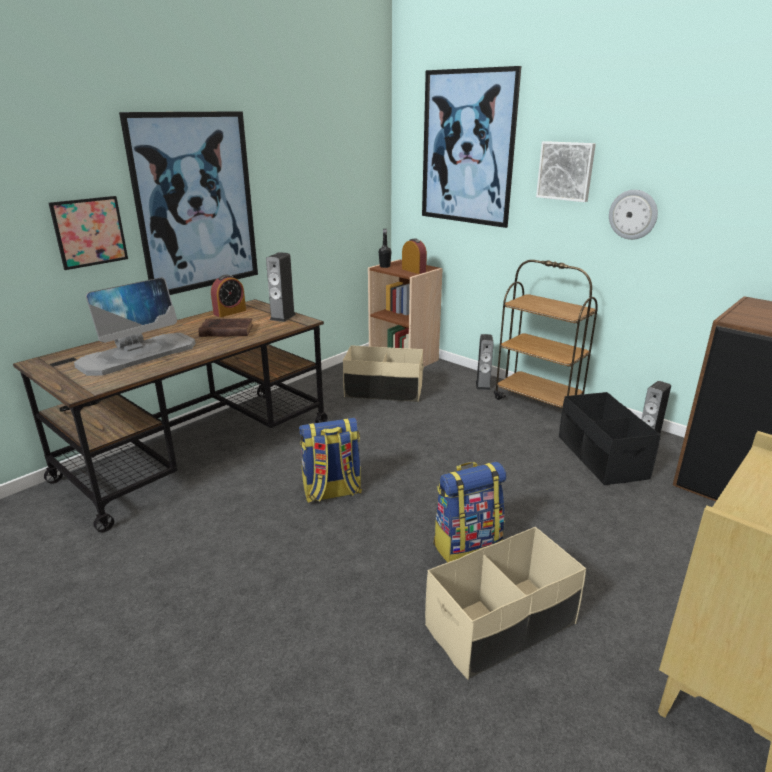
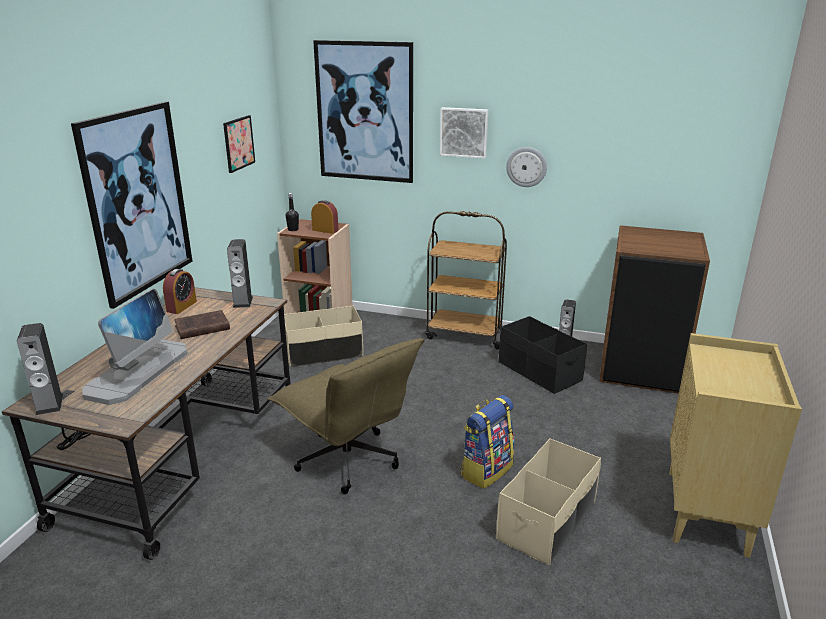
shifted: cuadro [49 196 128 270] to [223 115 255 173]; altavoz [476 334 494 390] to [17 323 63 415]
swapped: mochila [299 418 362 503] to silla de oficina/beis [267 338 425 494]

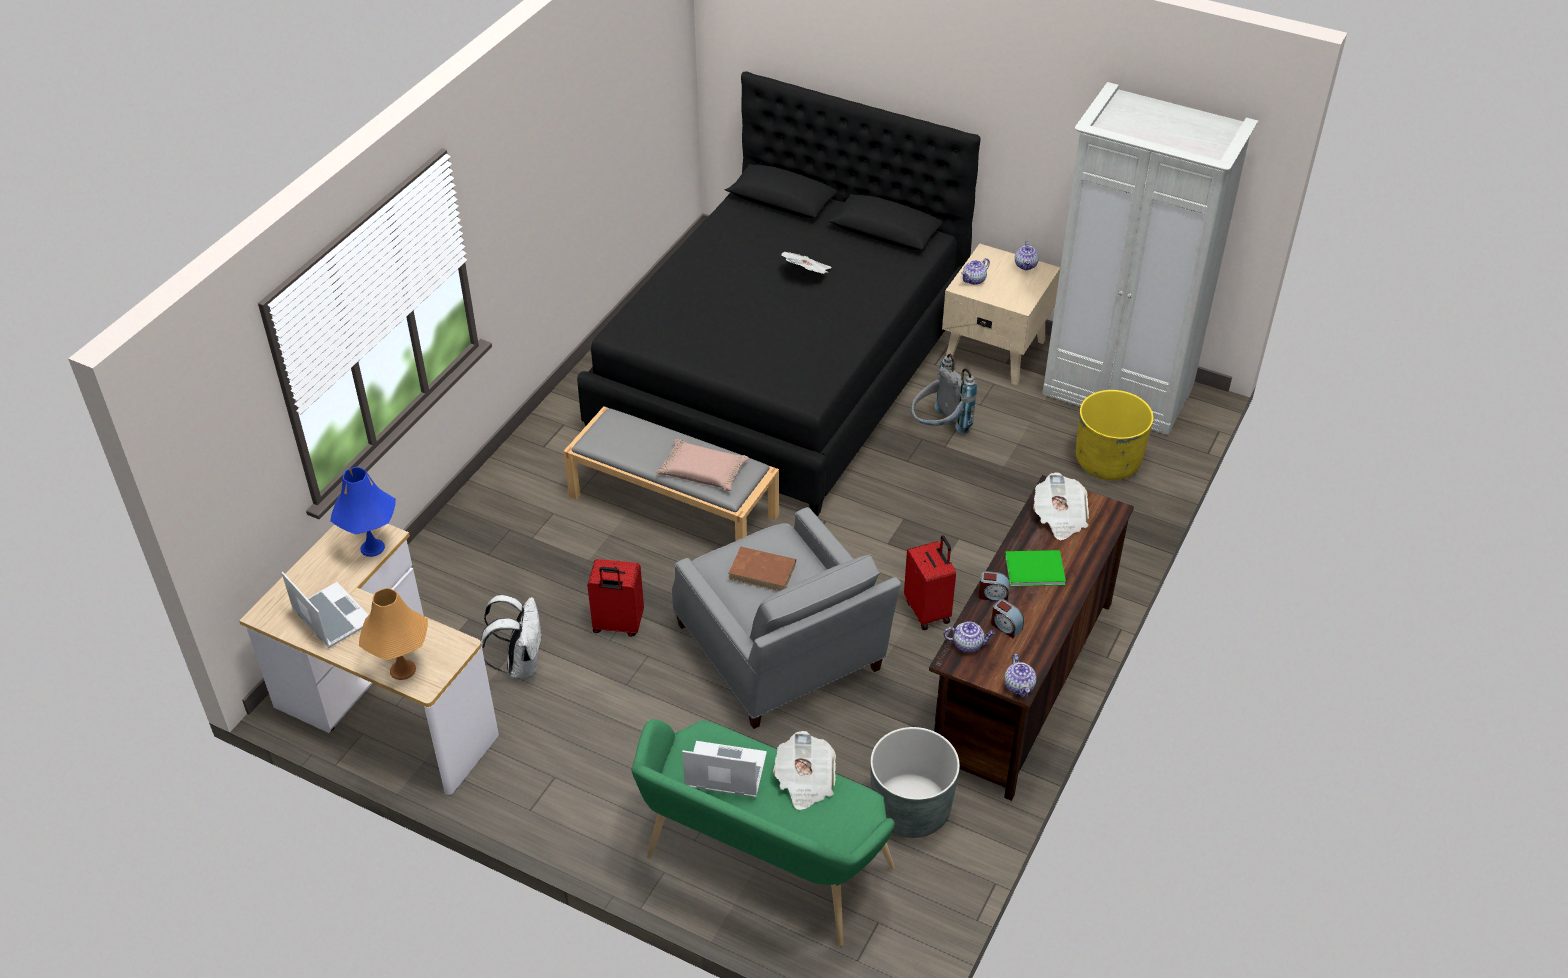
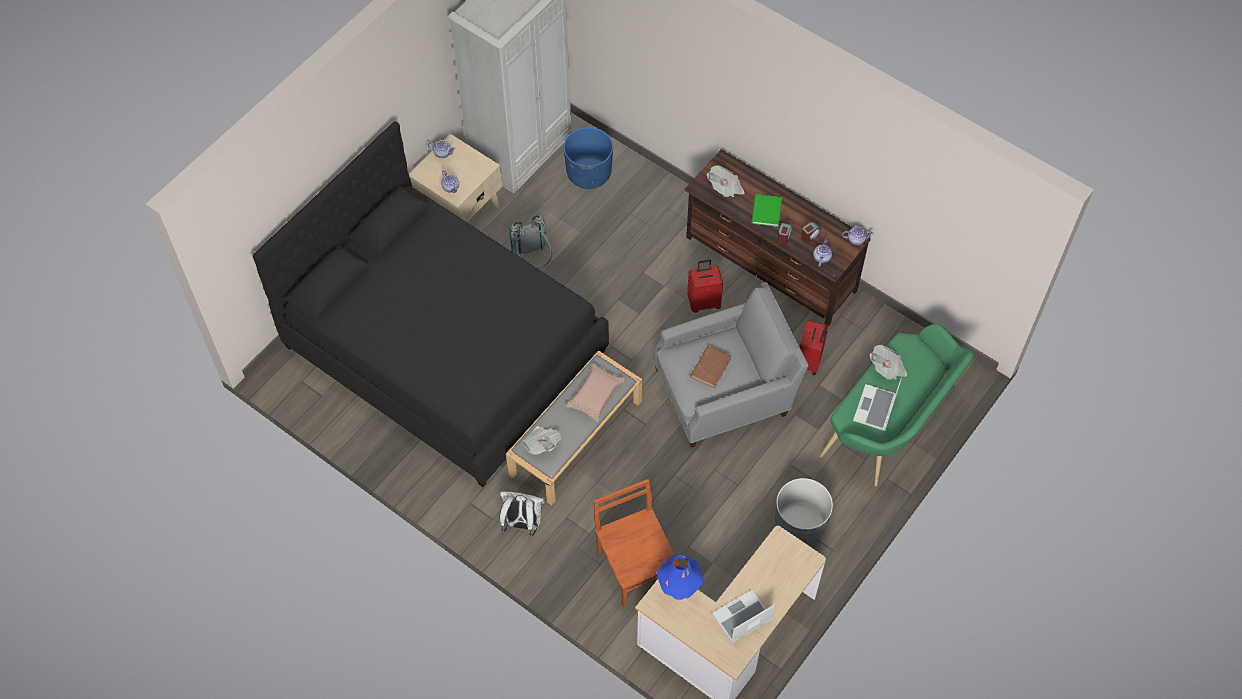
gone: lámpara de mesa/naranja [359 588 428 680]
new: silla/marrón [594 479 680 608]
shifted: periódico [781 252 832 274] to [522 426 561 455]; maleta/rojo [587 559 644 637] to [800 320 829 375]; mochila/blanco [481 595 543 678] to [500 491 545 536]; maceta/gris [870 727 960 838] to [775 478 833 545]
repainted: maceta/amarillo [1076 390 1153 480] to maceta/azul [564 127 613 189]

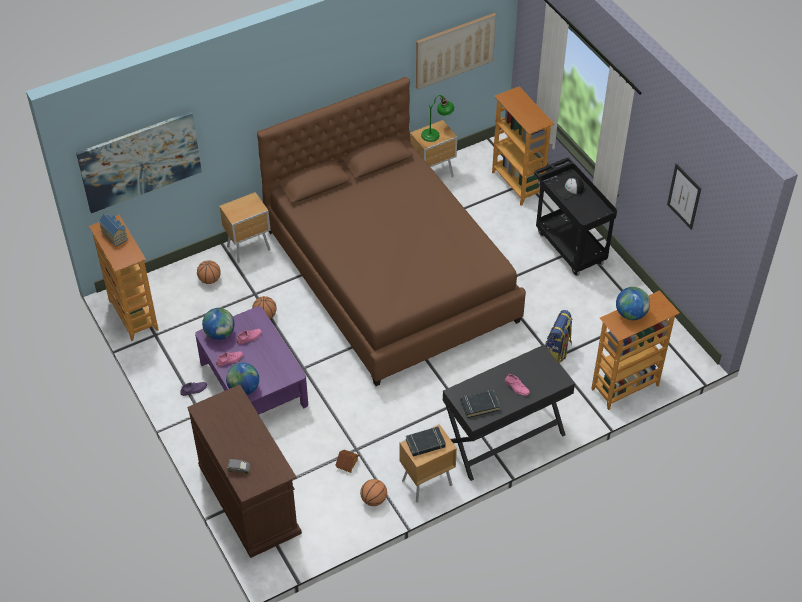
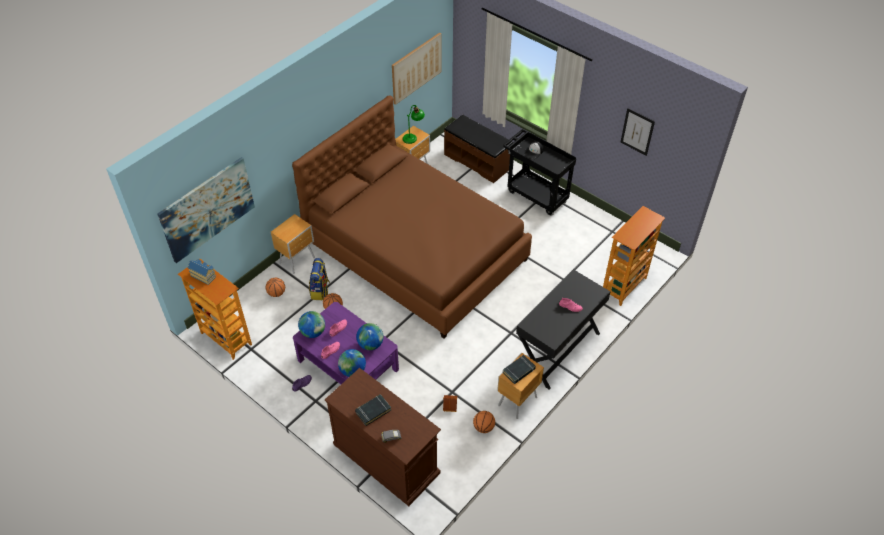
shifted: globo terráqueo [616 287 650 320] to [356 323 384 350]; mochila [545 310 573 363] to [309 258 330 300]; libro/negro [461 390 500 418] to [355 394 391 426]
swapped: estantería [492 86 554 206] to banco/marrón [444 114 513 183]

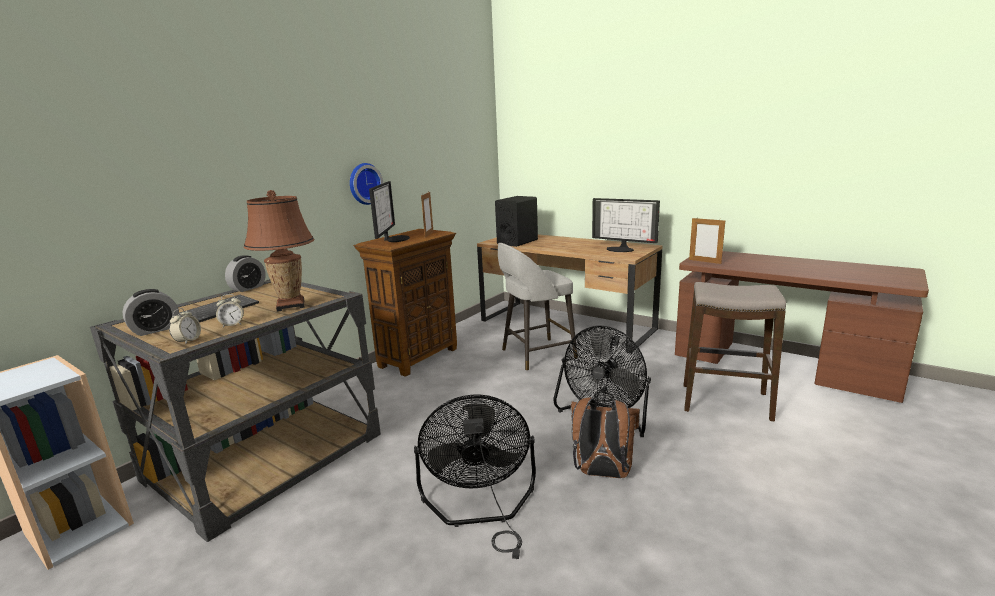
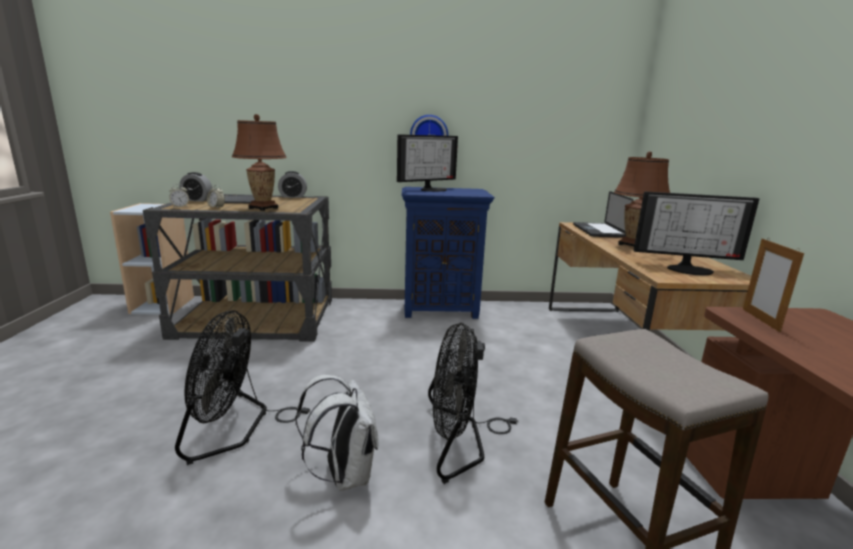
gone: portarretratos [421 191 433 238]; taburete/gris [498 243 577 371]
new: lámpara de mesa/marrón [614 151 670 246]
swapped: altavoz/negro [495 196 538 247] to portátil [573 191 633 238]
repainted: armario/marrón [353 229 457 377] to armario/azul [402 187 495 319]; mochila/marrón [571 397 640 478] to mochila/blanco [295 375 379 491]
rotated: monitor [592 198 660 252] = [633 191 759 275] 75 degrees counterclockwise; ventilador/negro [414 395 536 559] = [175 310 310 465] 135 degrees counterclockwise

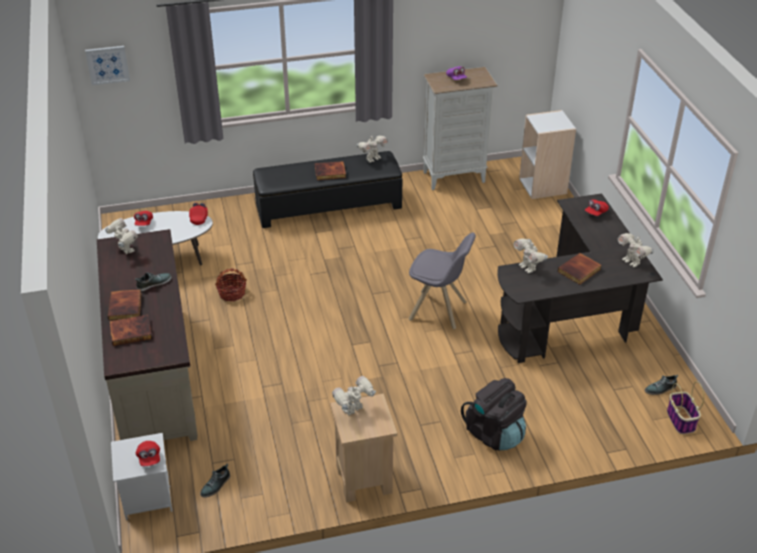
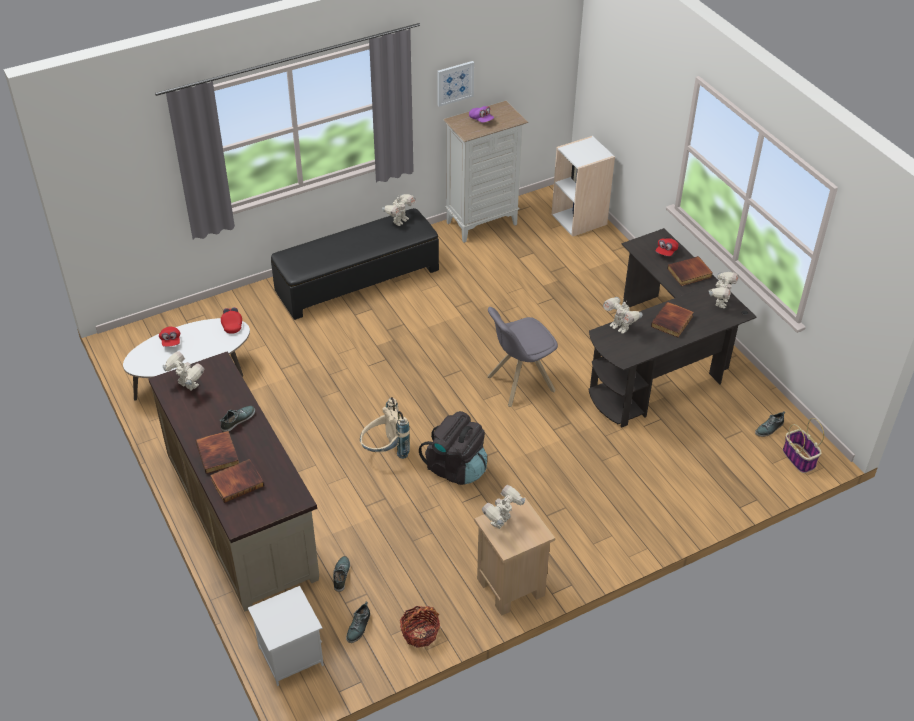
gone: gorra/rojo [136 441 160 466]
new: mochila/beis [360 397 410 459]; zapato [333 556 350 592]
shifted: cuadro [85 46 130 85] to [437 61 474 107]; libro [315 161 346 180] to [667 256 713 286]; cesta [215 268 247 301] to [400 606 440 648]; mochila/negro [461 378 526 450] to [419 411 487 485]
rotated: silla/gris [408 232 476 329] = [487 307 558 407] 150 degrees clockwise; robot de juguete [618 233 654 267] = [709 272 739 308] 105 degrees counterclockwise

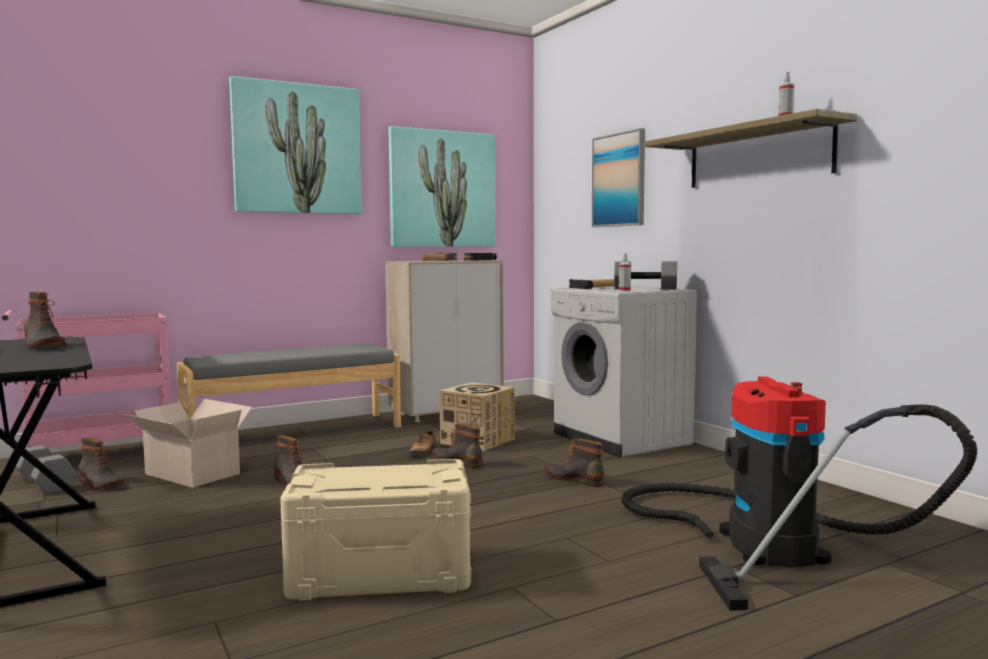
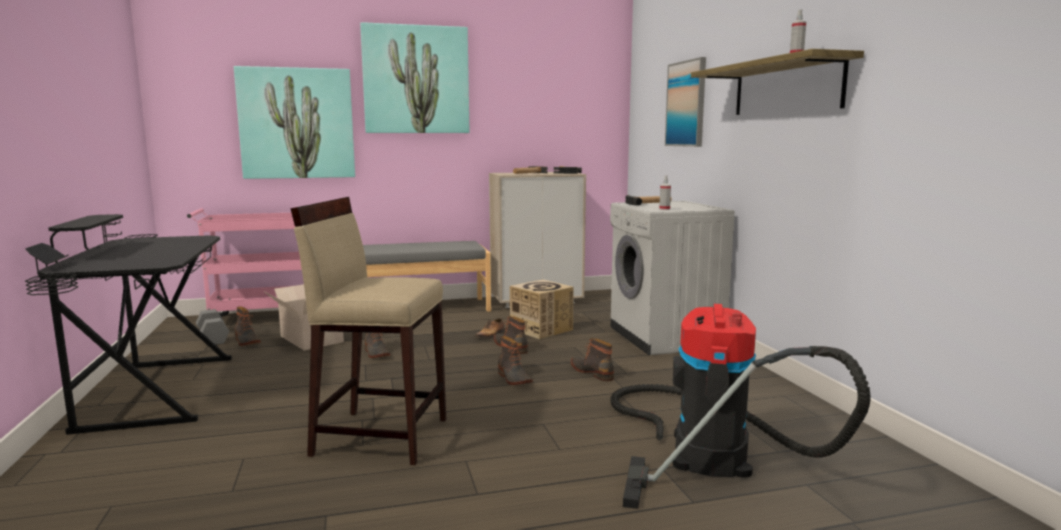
gone: mancuerna/gris [614 261 677 290]
shifted: cuadro [388 126 496 247] to [234 66 355 179]; bota [24 292 66 349] to [498 336 533 385]
swapped: caja de almacenaje/beis [280 459 471 601] to taburete/beis [291 197 446 465]

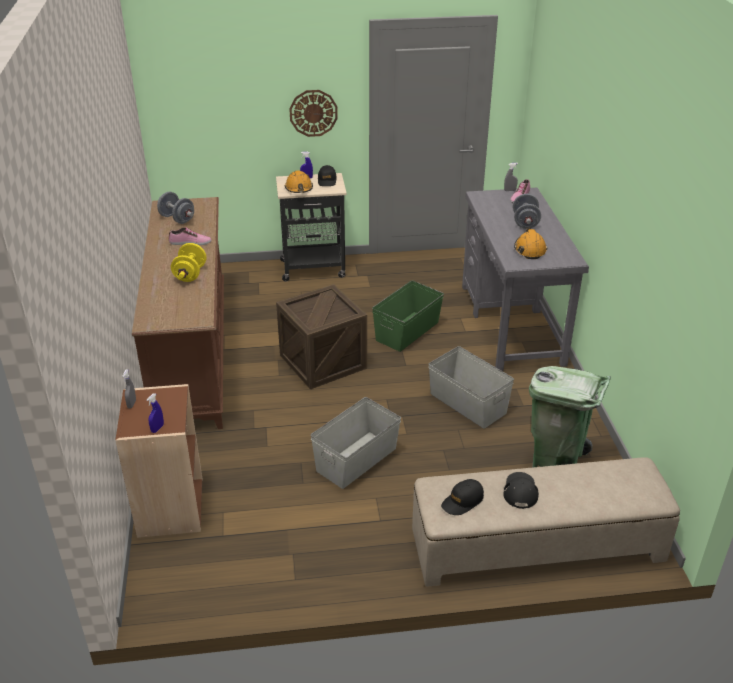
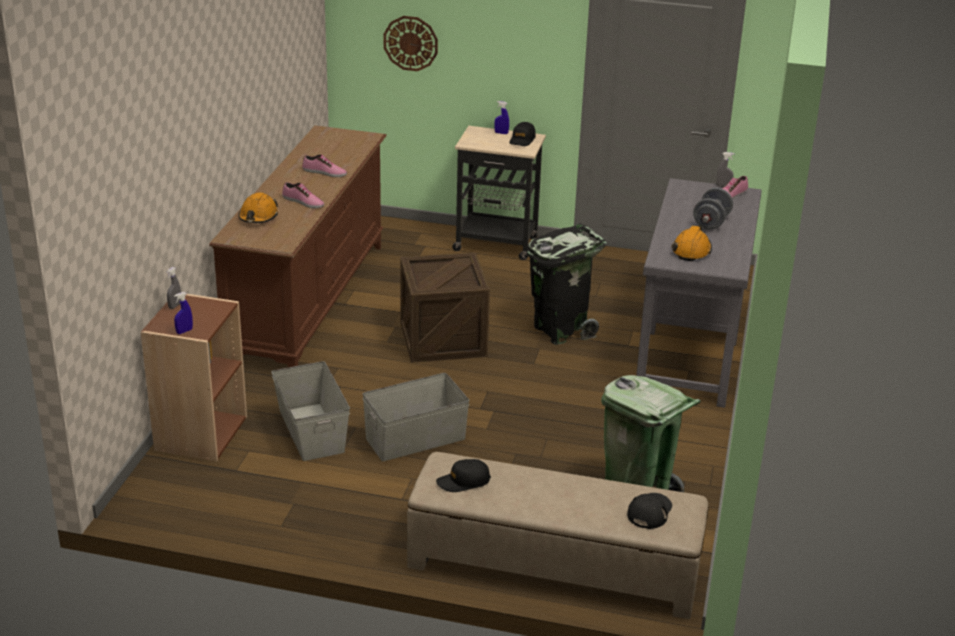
gone: mancuerna/gris [157 192 194 224]
shifted: reloj de pared [289 90 338 137] to [384 16 438 71]; casco/naranja [285 170 313 193] to [239 192 279 223]; caja de almacenaje/gris [428 346 514 429] to [271 361 350 461]; gorra/negro [503 472 539 509] to [627 493 672 529]
swapped: mancuerna/amarillo [171 243 207 282] to zapato [282 182 324 208]; caja de almacenaje/verde [372 280 444 352] to papelera/negro [527 223 607 345]

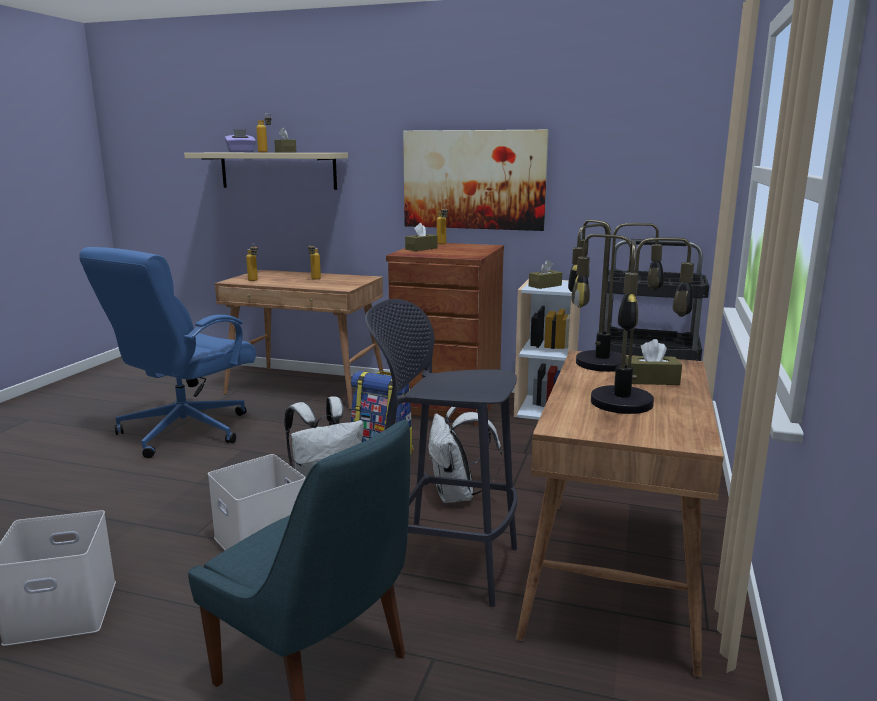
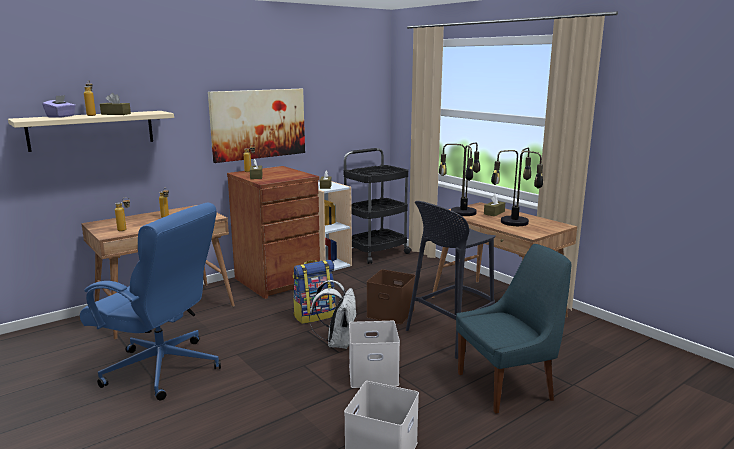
swapped: mochila/blanco [428 407 502 503] to caja de almacenaje/marrón [367 269 415 324]
rotated: silla de oficina/azul [79 247 256 458] = [80 203 221 401] 45 degrees counterclockwise

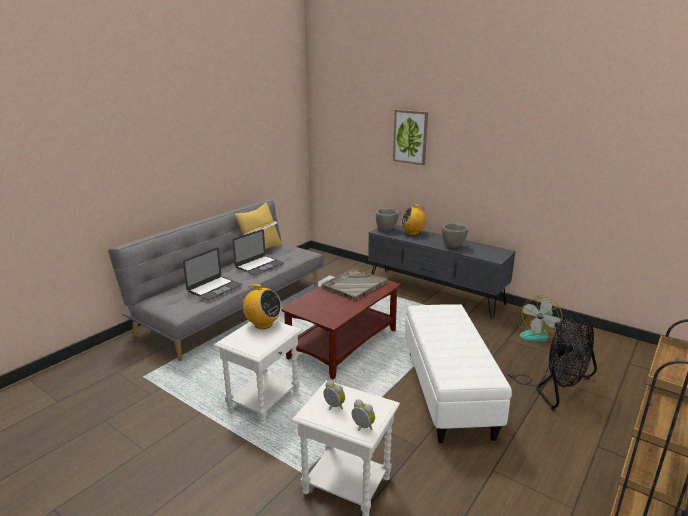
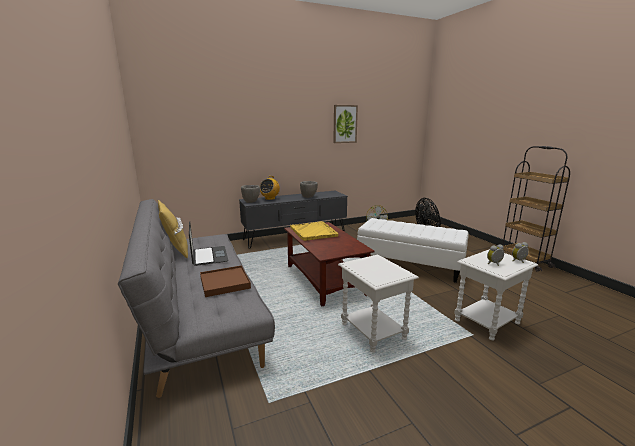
gone: radio [239 284 282 329]
shifted: cuadro [393 110 428 165] to [333 105 358 143]
swapped: portátil [183 248 242 300] to bandeja/marrón [200 265 251 297]
repainted: bandeja/gris [322 268 388 300] to bandeja/amarillo [290 221 339 241]

